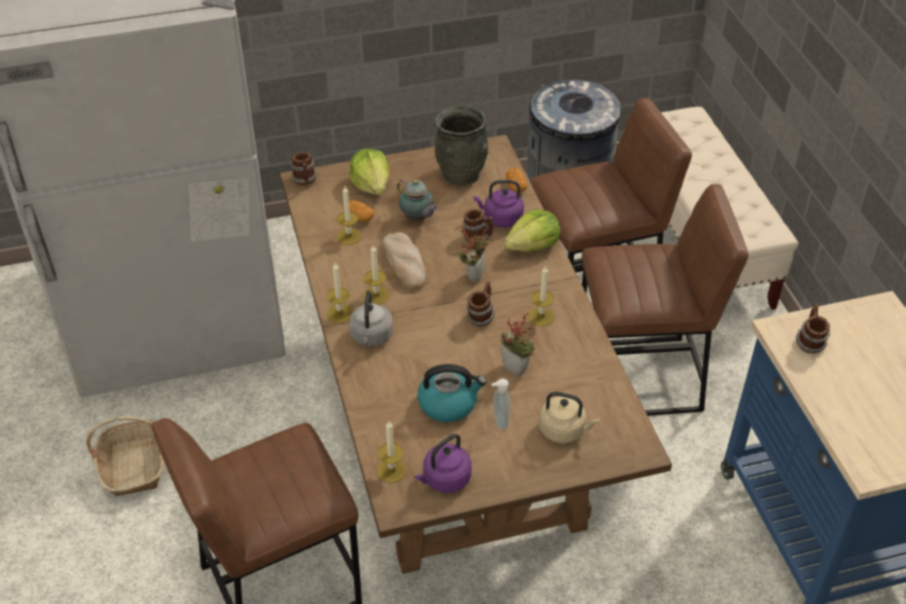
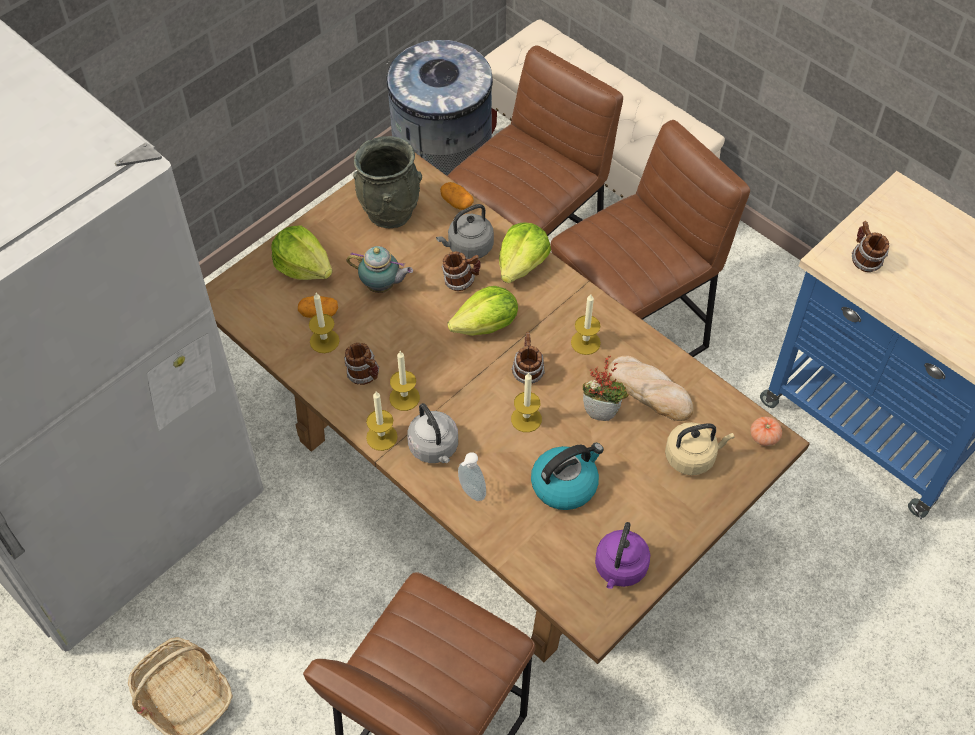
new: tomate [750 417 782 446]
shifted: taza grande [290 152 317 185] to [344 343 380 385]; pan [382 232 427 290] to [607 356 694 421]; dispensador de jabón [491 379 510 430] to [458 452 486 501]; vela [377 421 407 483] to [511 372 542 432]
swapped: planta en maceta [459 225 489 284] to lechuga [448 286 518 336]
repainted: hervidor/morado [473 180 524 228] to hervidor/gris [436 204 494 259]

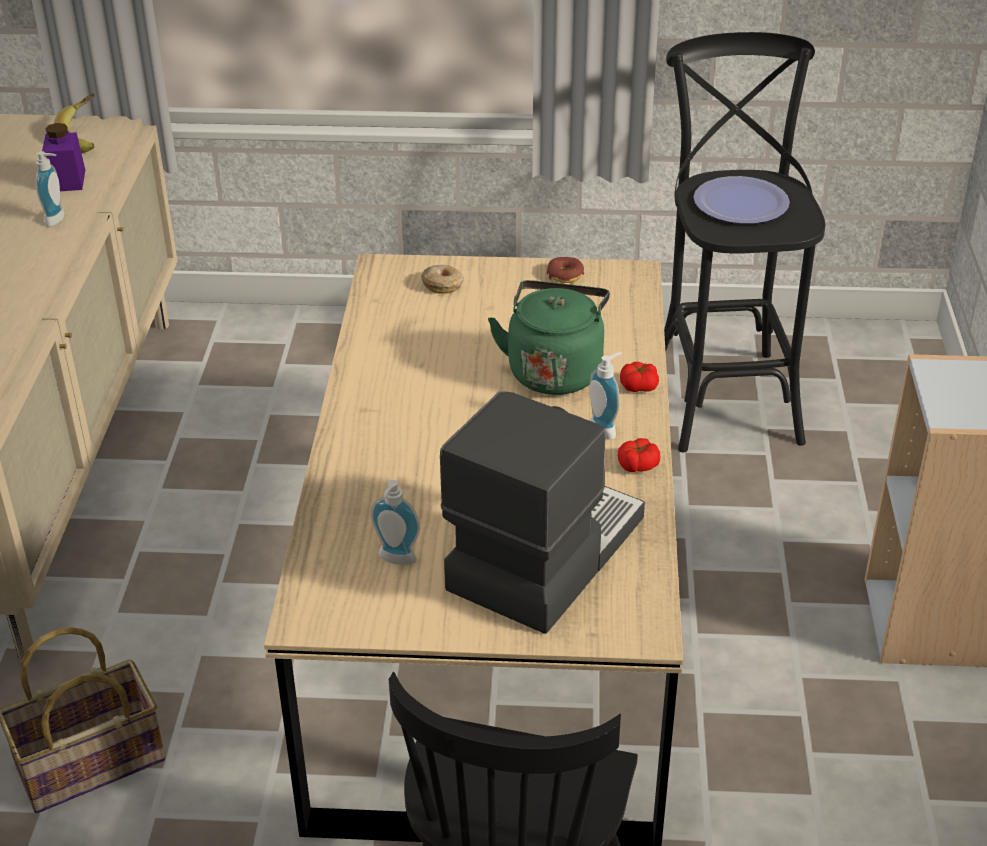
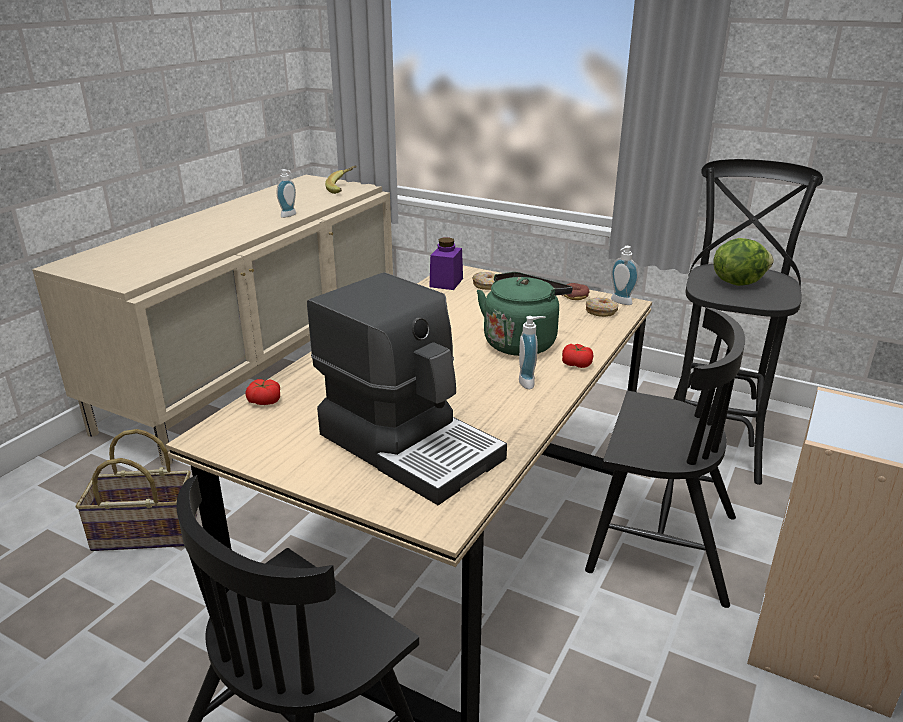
new: rosquilla [586 297 619 317]; silla/negro [585 308 745 608]
shifted: tarro/morado [42 123 85 191] to [429 237 463 290]; tomate [618 438 660 472] to [246 379 280 405]; dispensador de jabón [371 480 420 565] to [611 246 638 305]
swapped: plato [693 176 790 224] to lechuga [713 238 774 286]
rotated: cafetera [440 391 645 634] = [307 273 507 505] 75 degrees clockwise

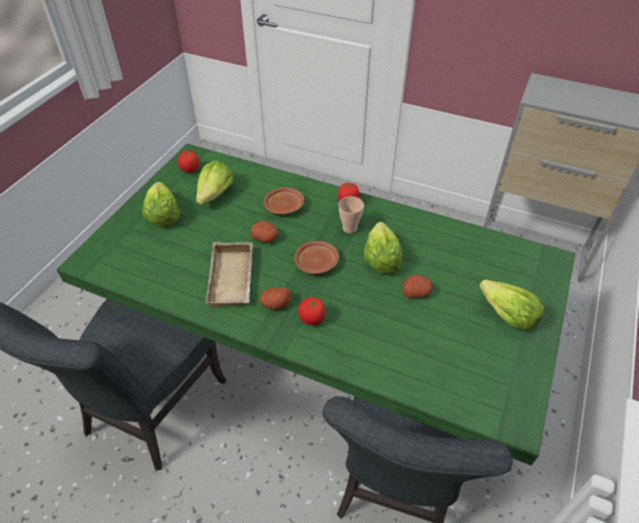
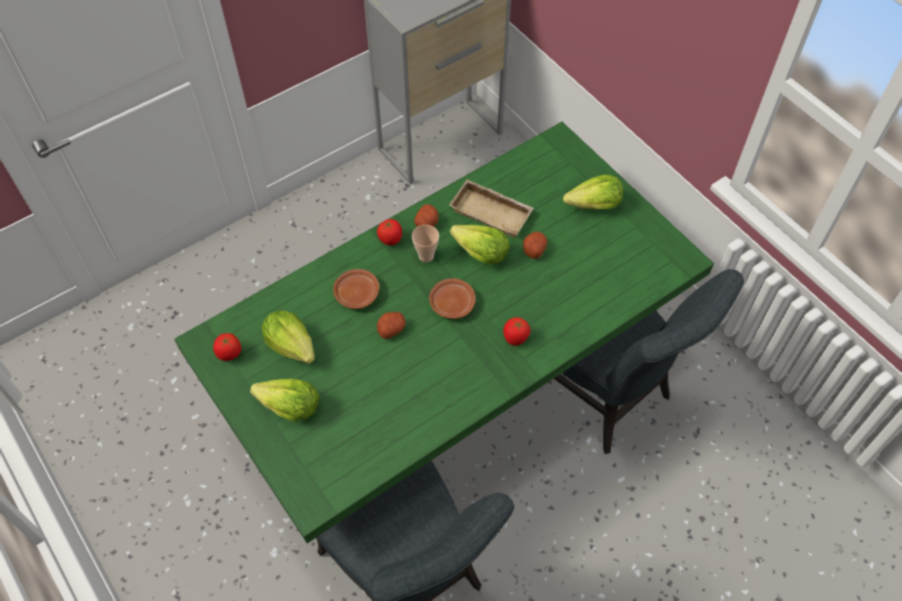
shifted: bandeja/beis [205 242 253 307] to [449 179 534 238]; patata [260 287 291 310] to [414 204 439 227]

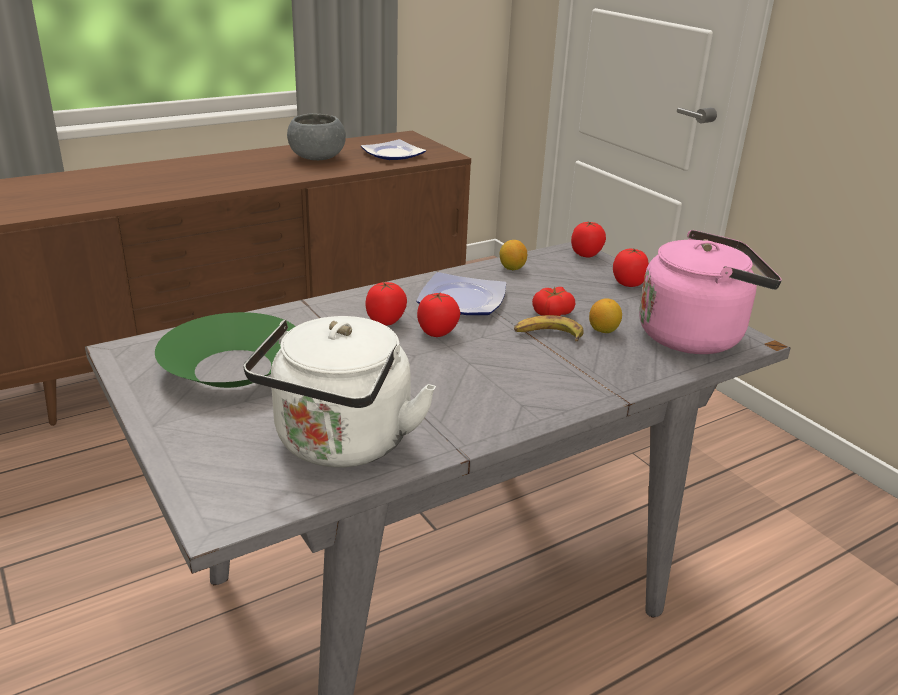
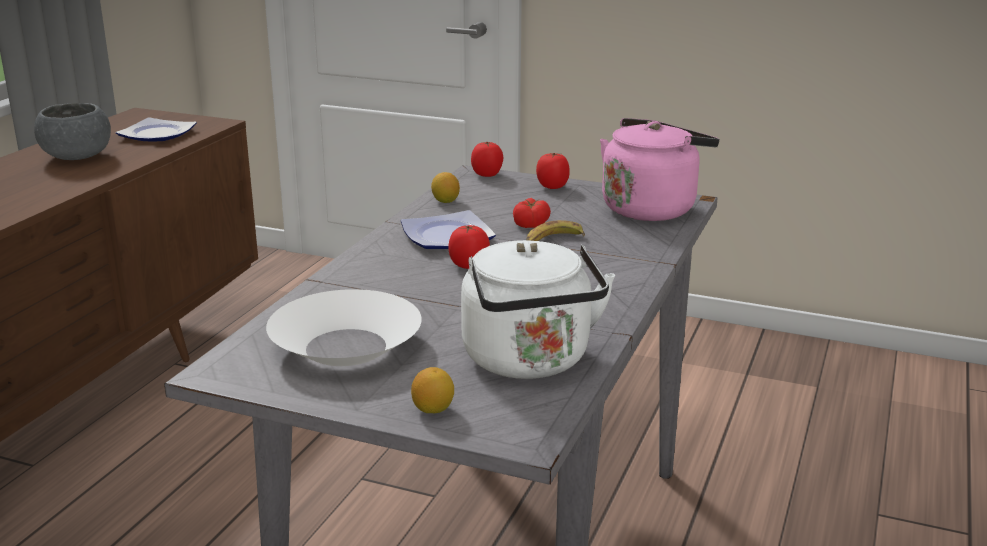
gone: tomate [366 282 407 325]
shifted: limón [589 298 622 333] to [411 367 454 413]
repainted: cuenco/verde [155 312 296 388] to cuenco/blanco [266 289 422 366]

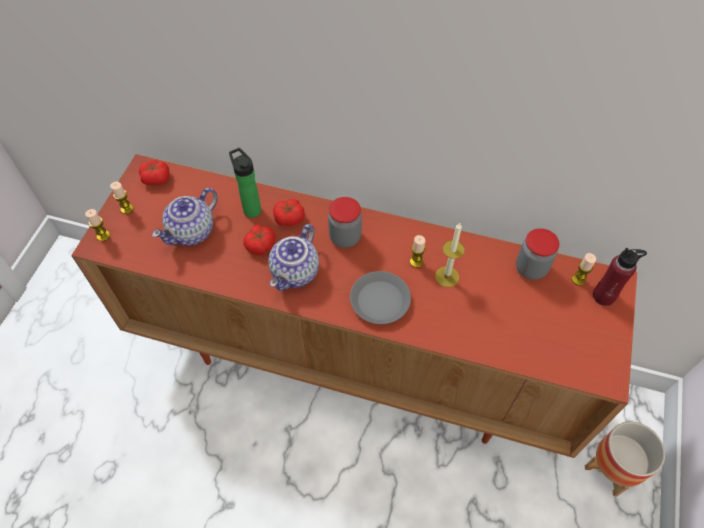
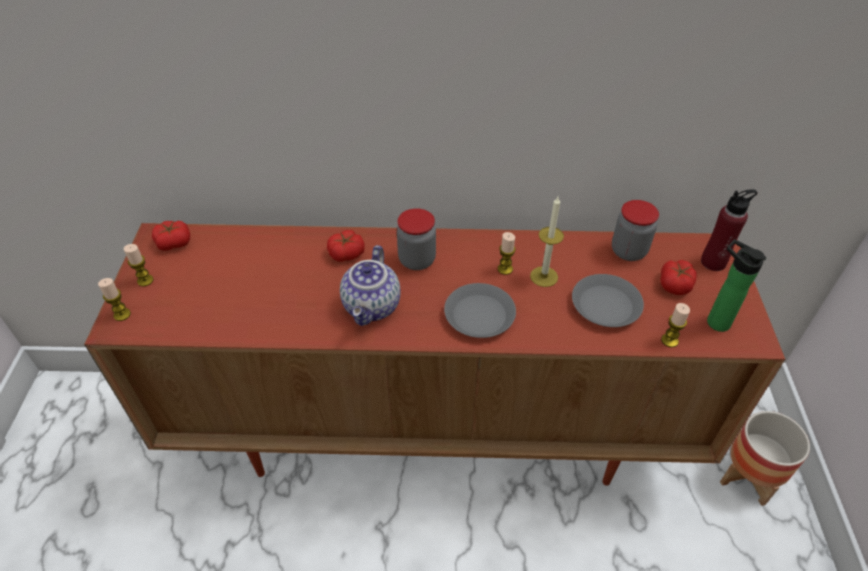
gone: tetera [152 188 218 246]
new: plato/gris [572 274 644 327]
shifted: botella [229 148 261 218] to [707 239 766 332]; tomate [243 225 276 255] to [660 260 697 295]; vela [572 253 596 286] to [661 303 690 347]

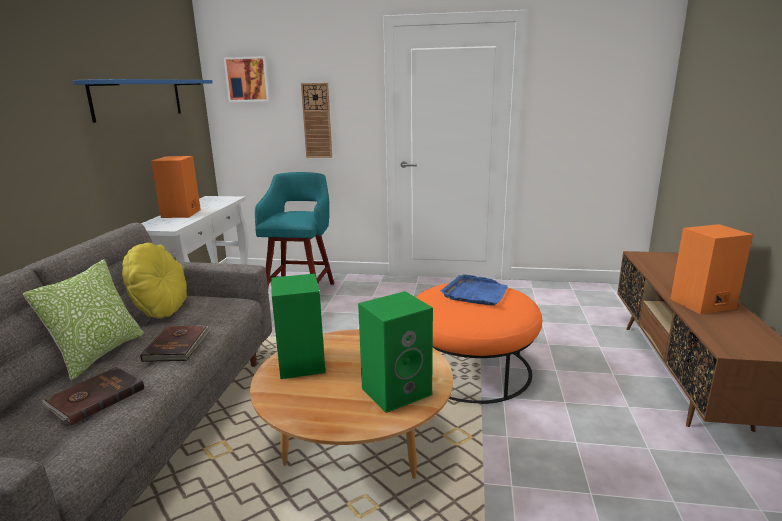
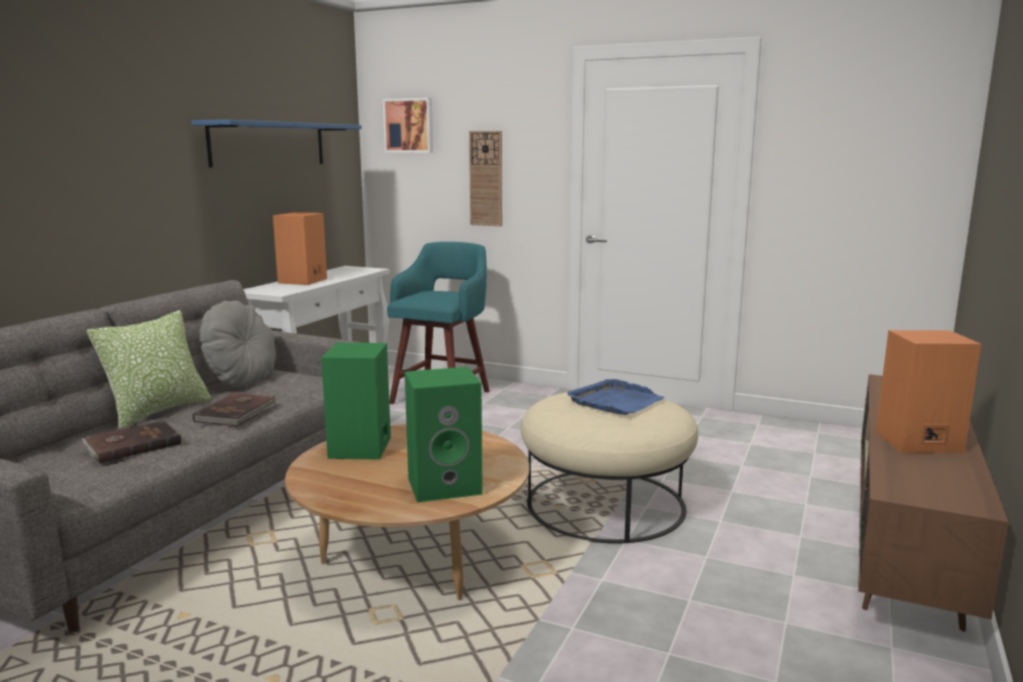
repainted: cojín/amarillo [122 243 187 319] to cojín/gris [199 301 276 388]; puf/naranja [416 283 542 404] to puf/beis [521 392 698 544]

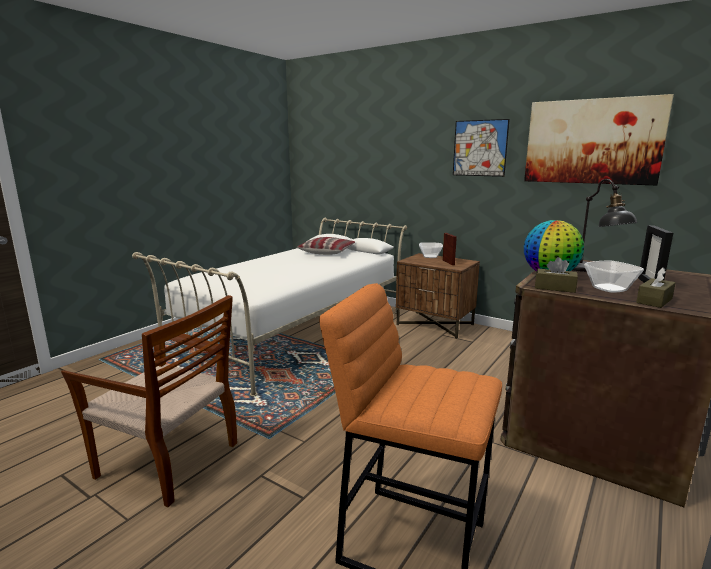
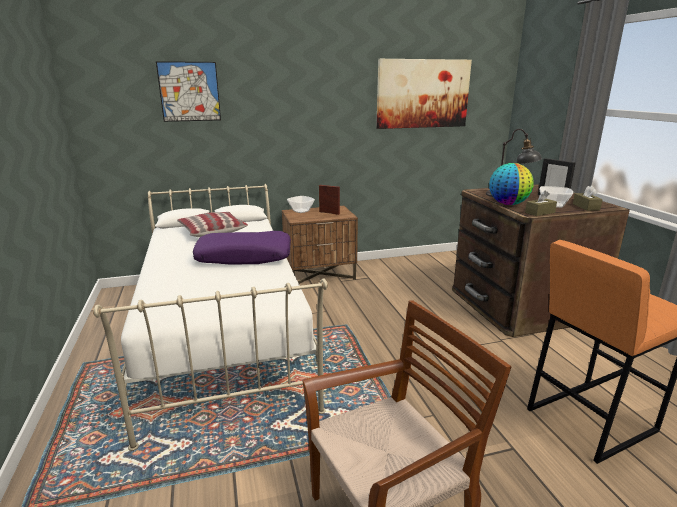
new: cojín/morado [193 231 291 264]
shifted: cuadro [453 119 510 177] to [156 61 221 122]

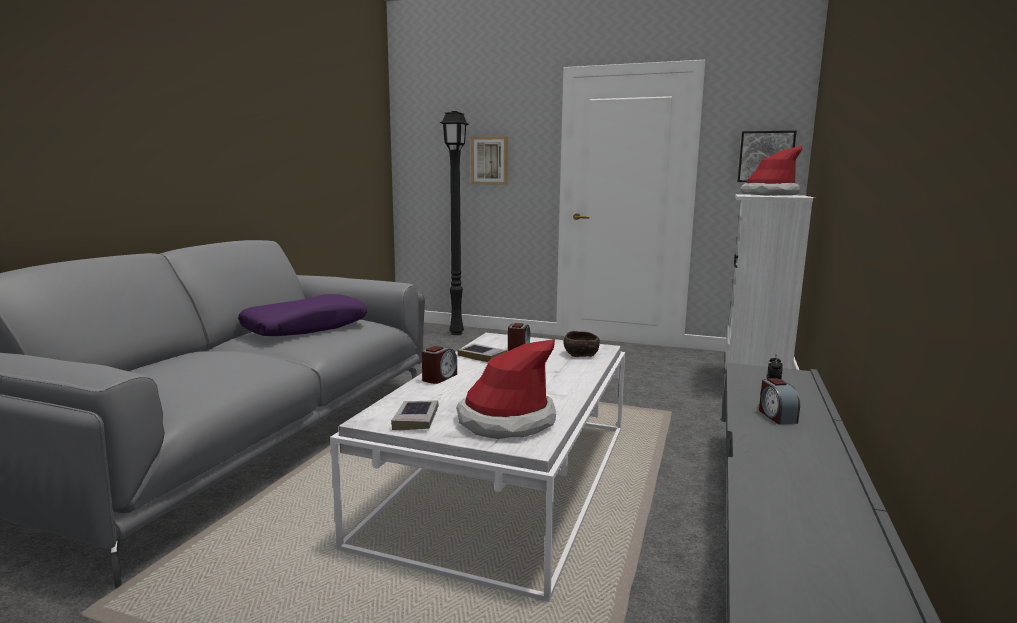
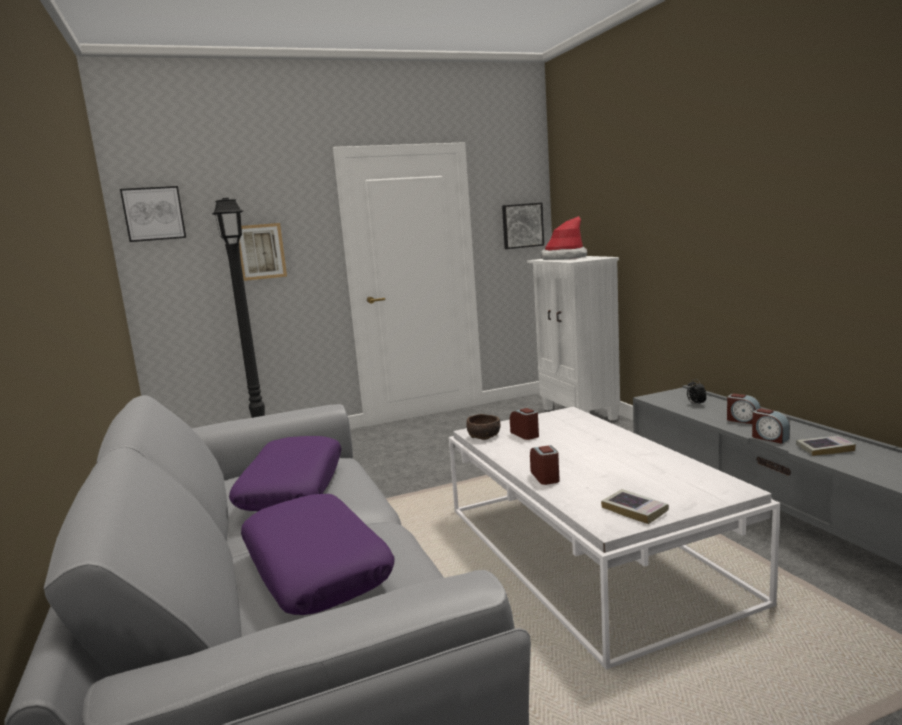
gone: sombrero [456 339 556 439]
new: cuadro [120 186 186 242]; despertador [752 408 790 444]; cojín/morado [241 494 395 615]
shifted: cuenco/marrón [563 331 600 357] to [466 414 500 440]; libro [457 344 507 362] to [796 436 856 456]

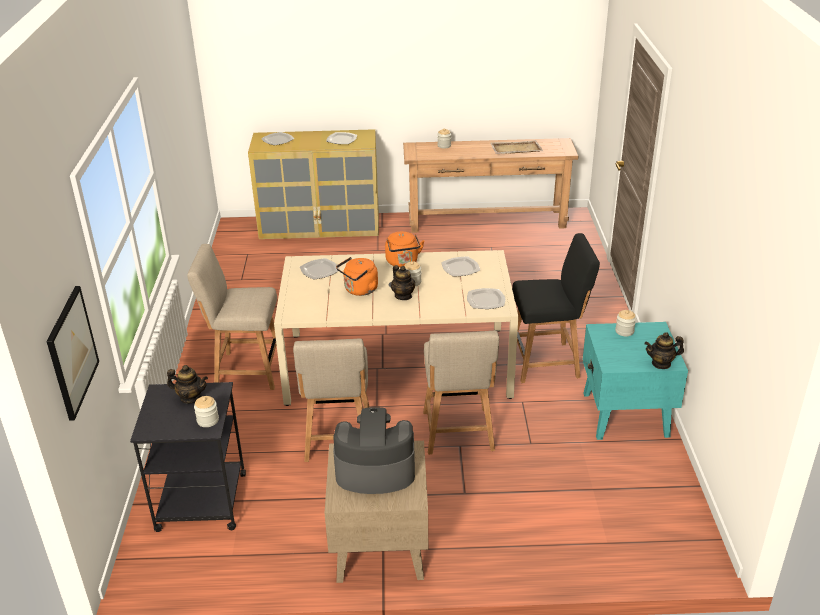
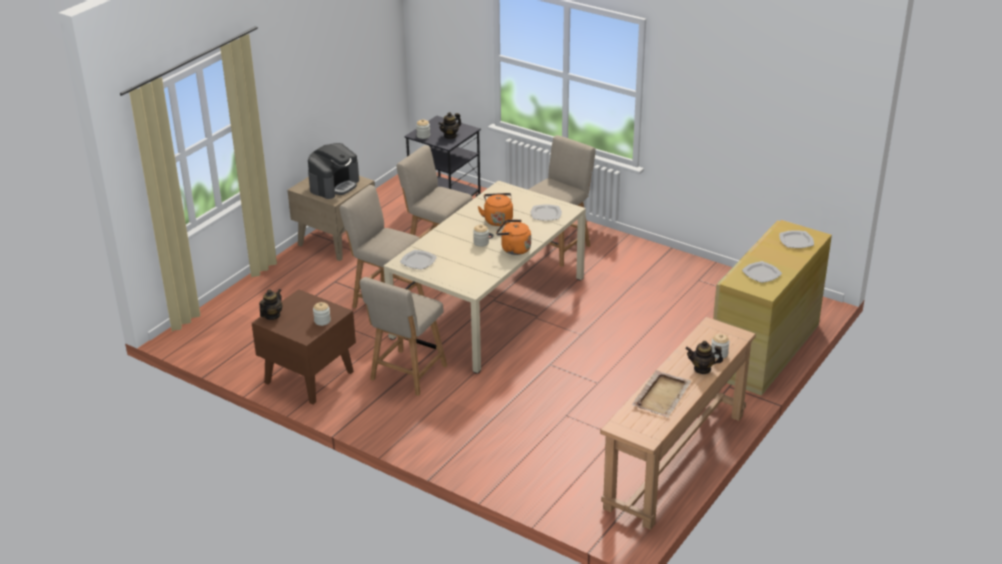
gone: plato [441 256 480 277]; cuadro [46 286 99 421]
shifted: tetera [391 265 415 300] to [685 341 723 374]
repainted: silla/negro [512 233 600 383] to silla/beis [360 277 447 396]; mesita de noche/turquesa [583 322 688 440] to mesita de noche/marrón [252 289 356 404]

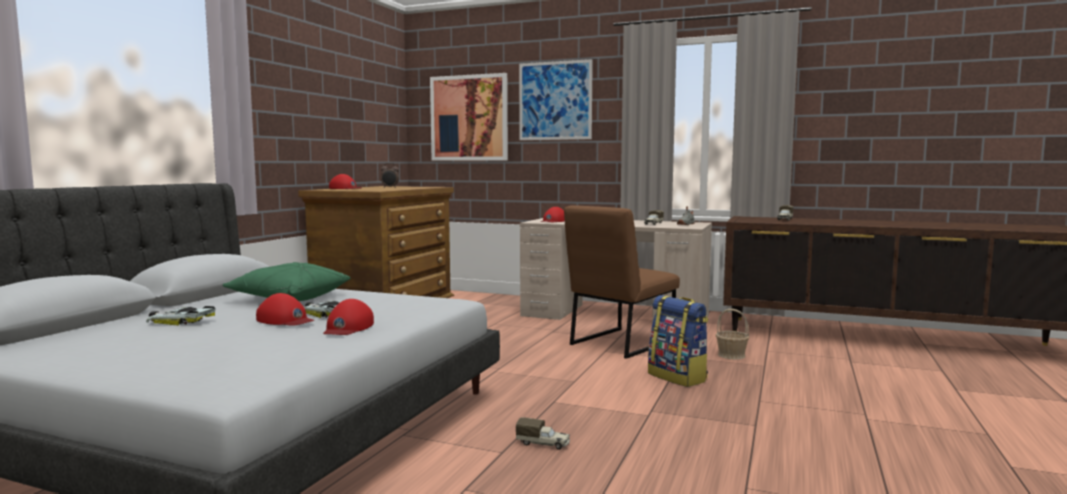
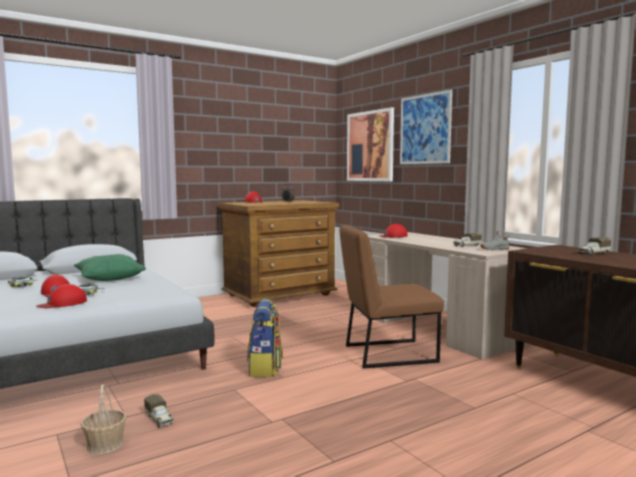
shifted: mochila [648 295 708 387] to [247 298 283 377]; cesta [716 309 749 359] to [81 384 127 454]

